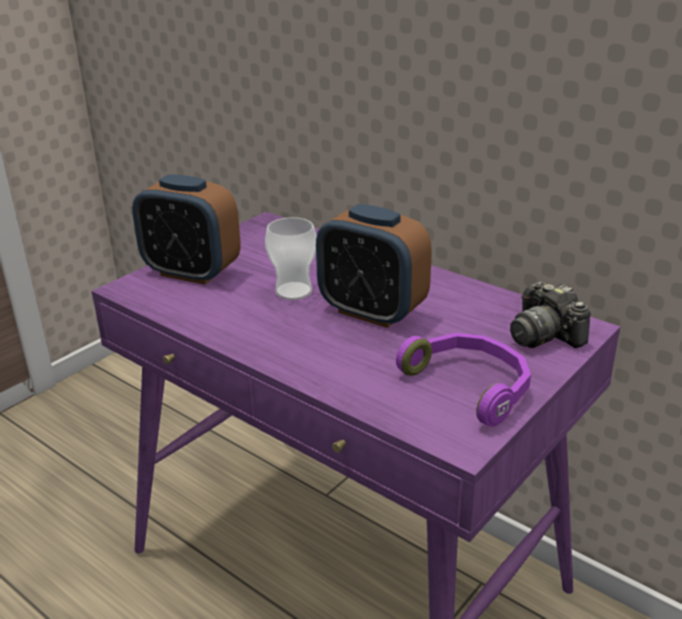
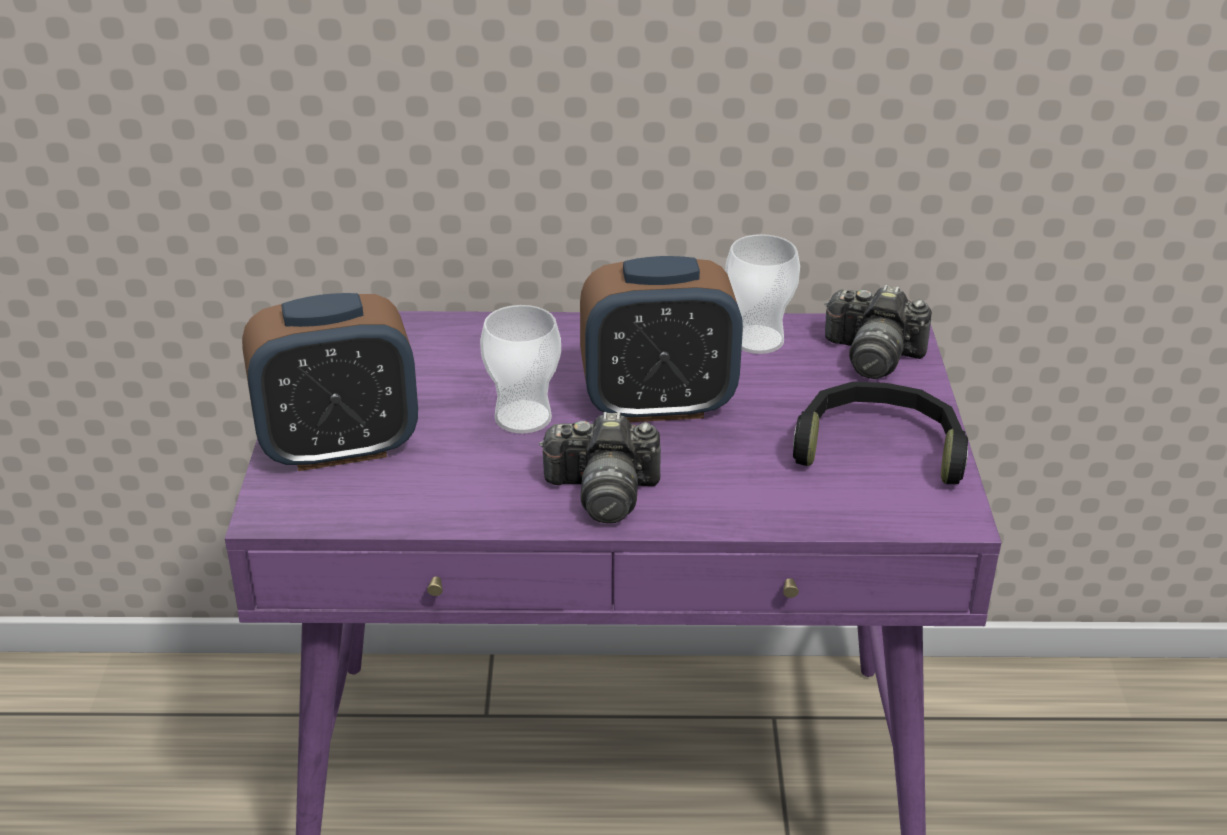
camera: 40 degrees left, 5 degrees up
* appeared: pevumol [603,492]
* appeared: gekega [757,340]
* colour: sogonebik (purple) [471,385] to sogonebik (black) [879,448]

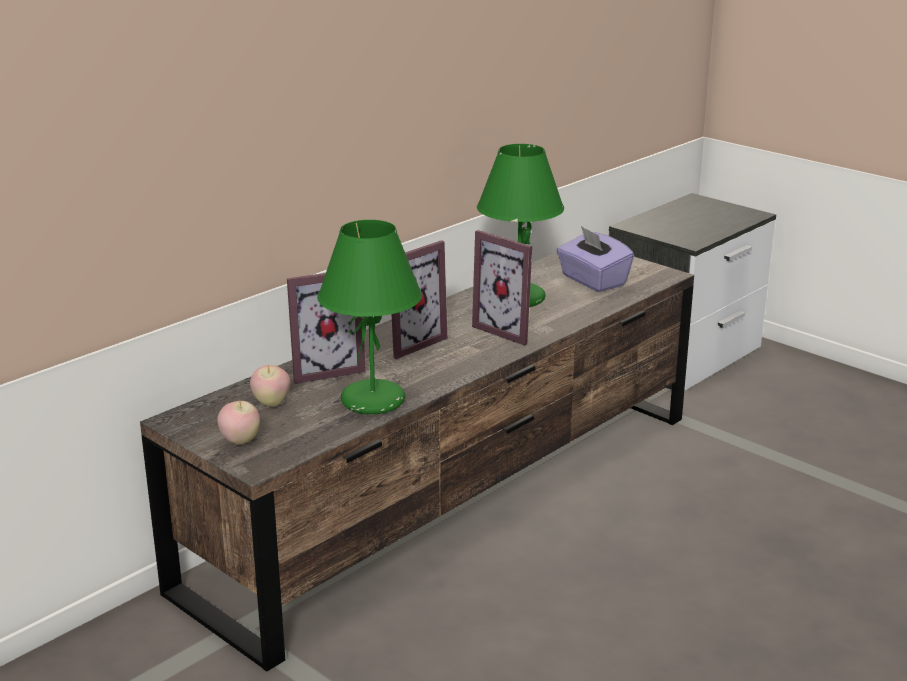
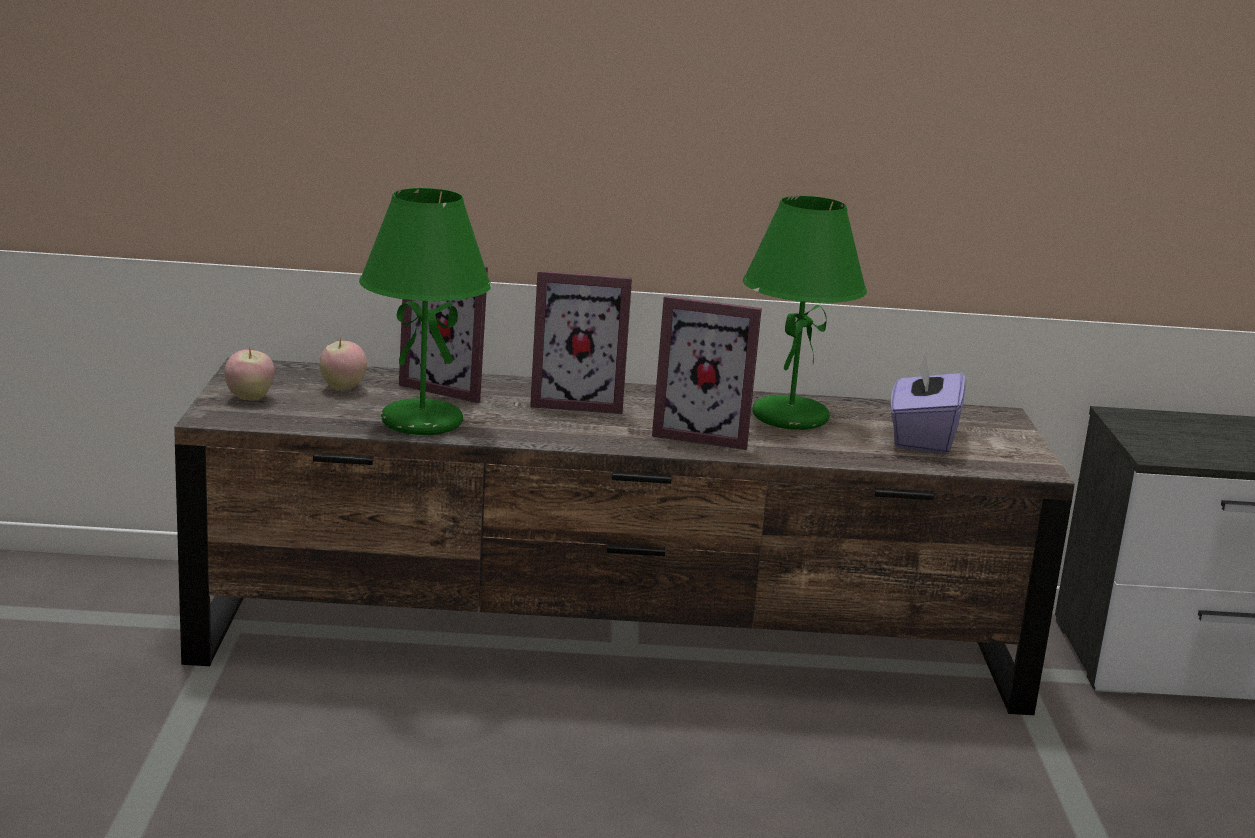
camera: 45 degrees right, 5 degrees down
* spun: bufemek [510,330] = [703,434] 75 degrees counterclockwise

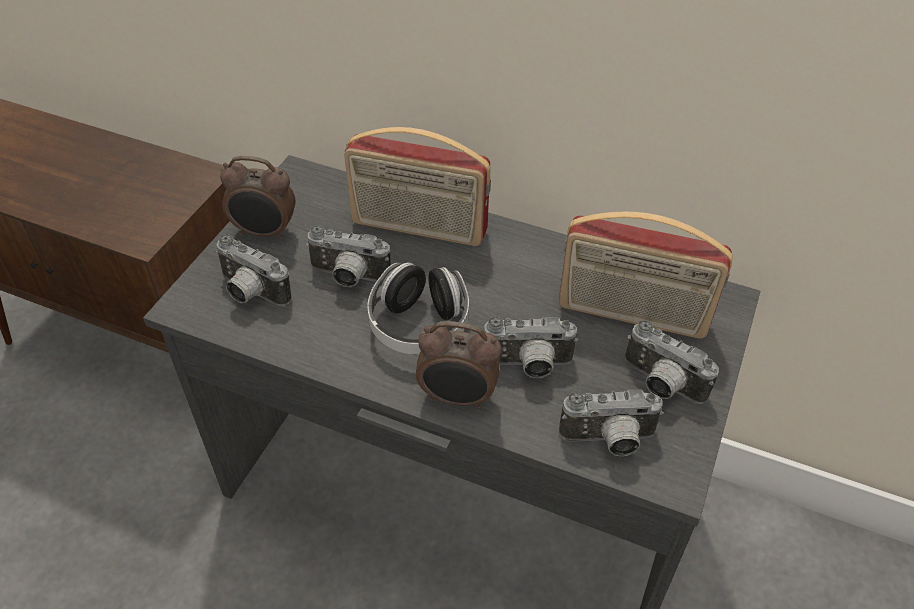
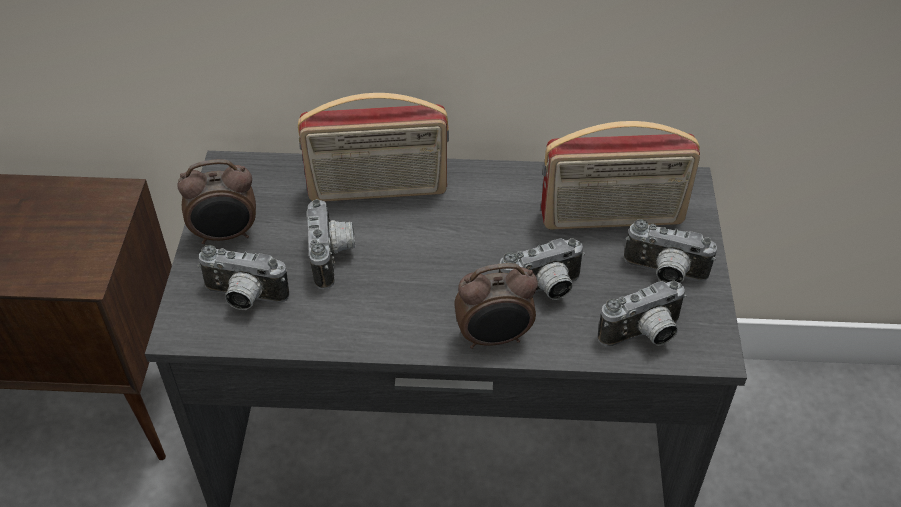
camera: 20 degrees left, 0 degrees up
* spun: pevumol [348,278] = [334,257] 90 degrees counterclockwise
* missing: sogonebik [419,326]

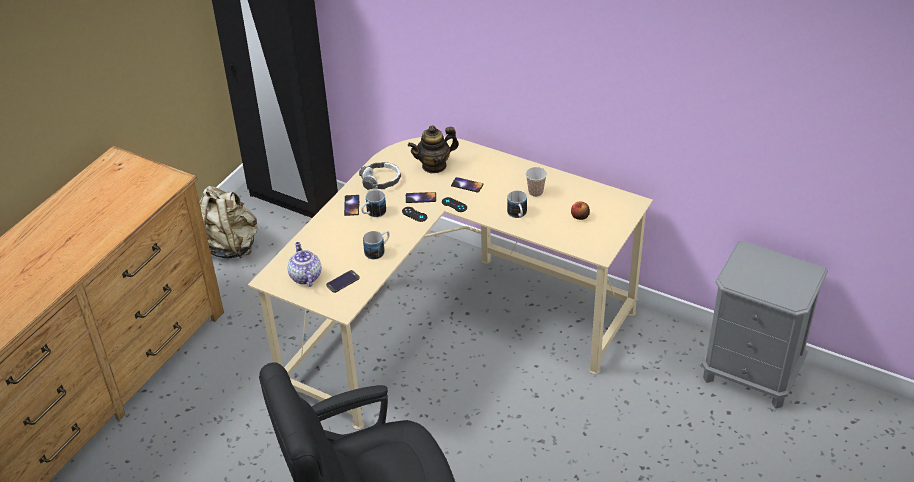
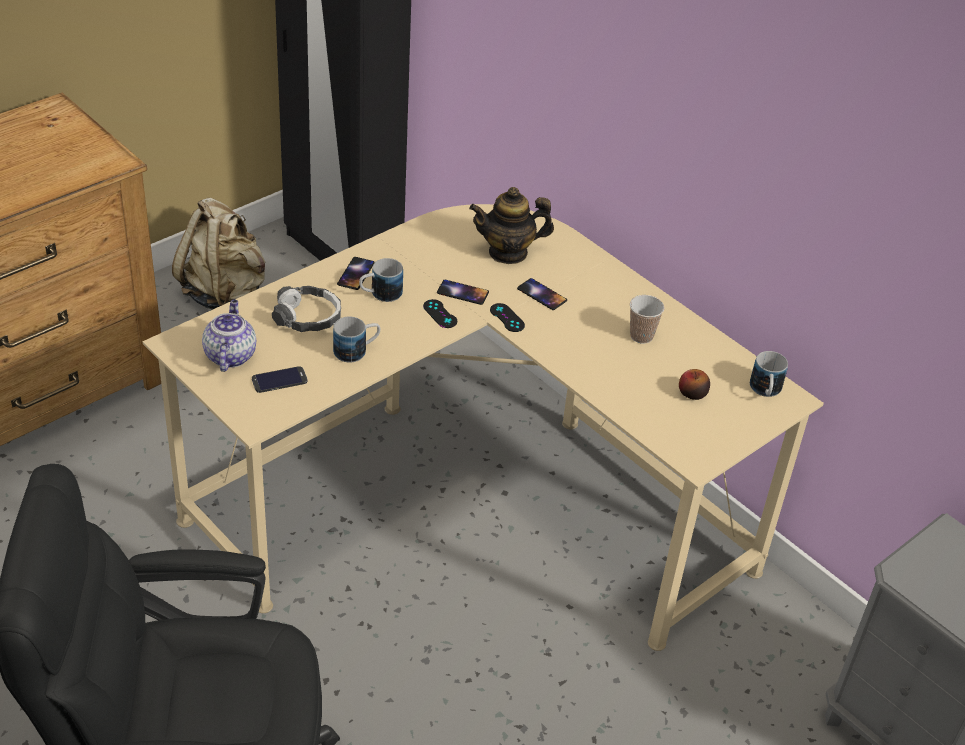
camera: 15 degrees right, 0 degrees up
* relocated: sogonebik [381,180] to [308,317]
* relocated: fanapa [518,215] to [765,391]

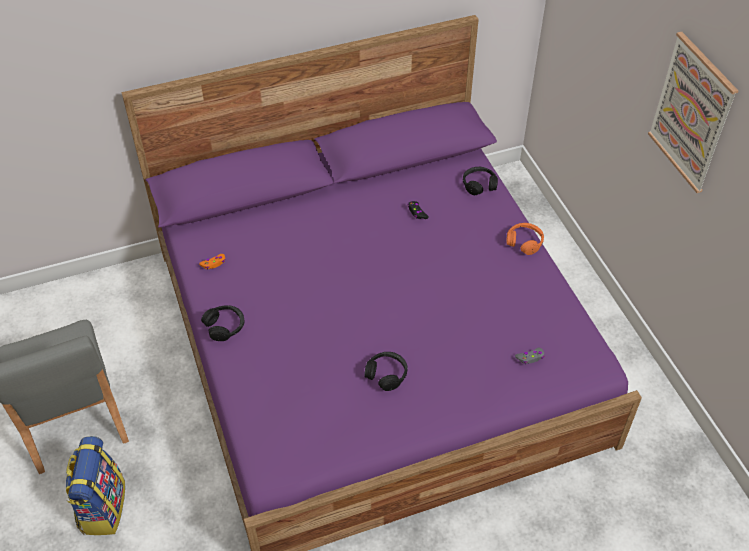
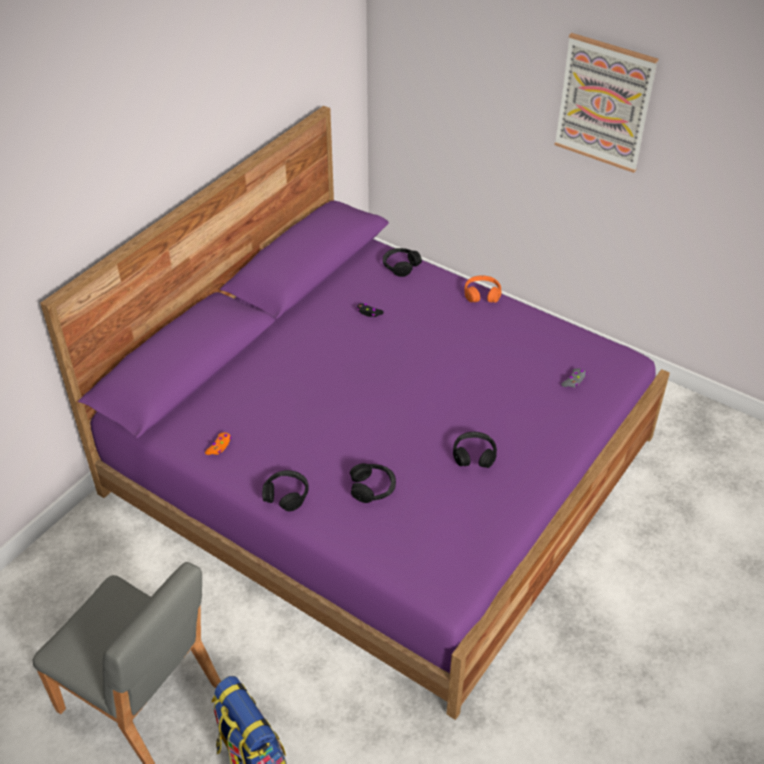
camera: 35 degrees left, 5 degrees down
* appeared: sogonebik (black) [373,488]

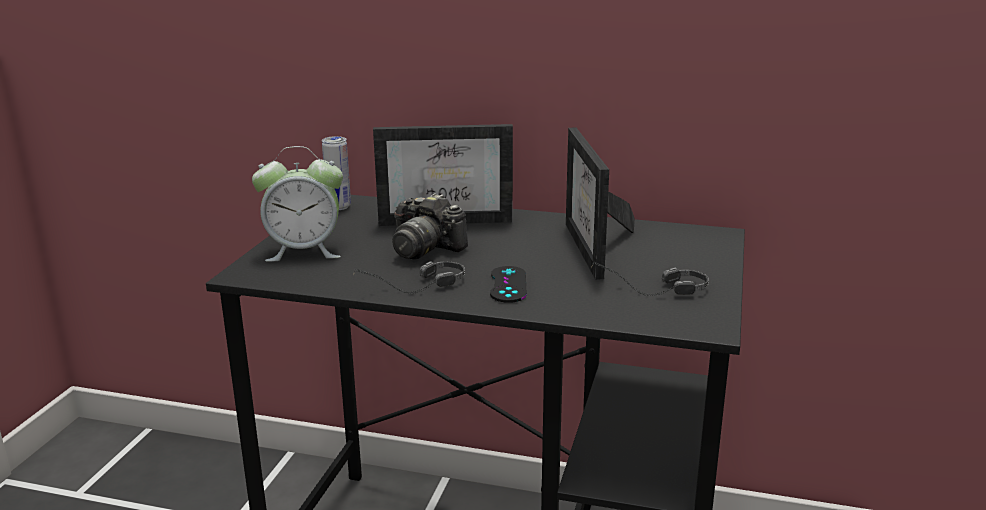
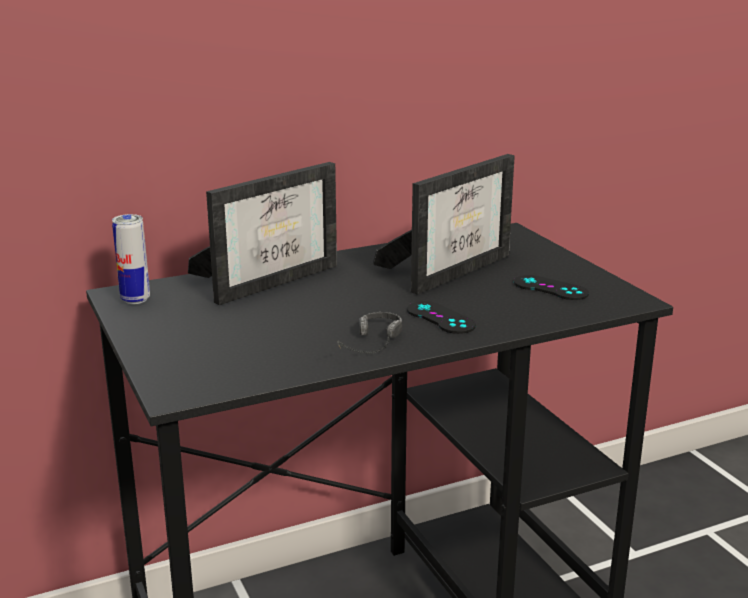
camera: 40 degrees left, 0 degrees up
* spun: bufemek [598,250] = [452,269] 90 degrees counterclockwise
* exchanged: sogonebik [651,291] to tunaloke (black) [550,288]
* missing: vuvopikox [304,251]
* missing: pevumol [425,248]

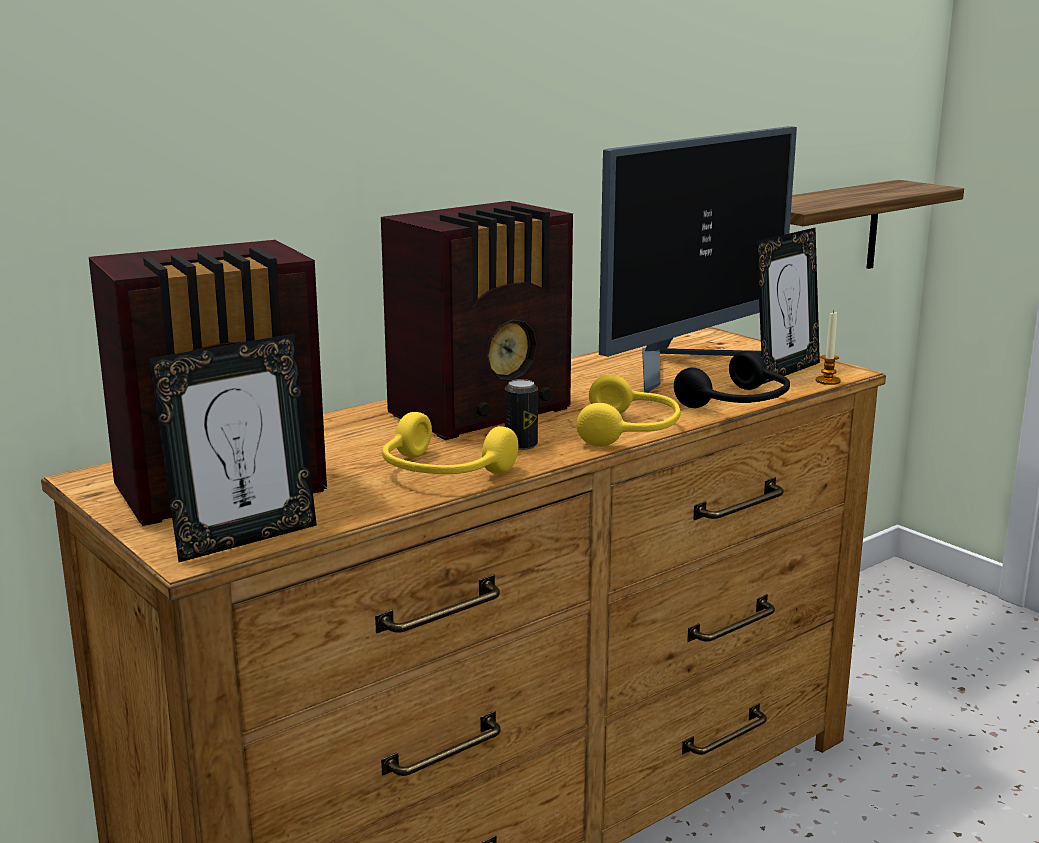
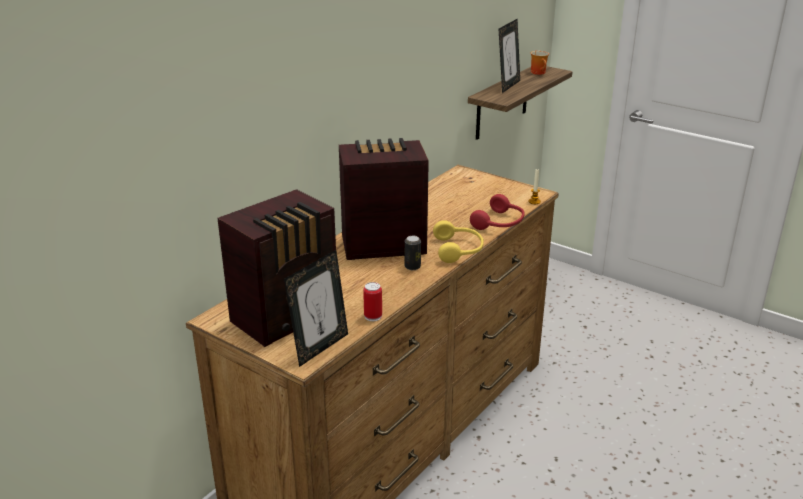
camera: 15 degrees left, 10 degrees up
* spun: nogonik [485,412] = [381,245] 135 degrees counterclockwise
* appeared: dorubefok [373,316]
* colour: sogonebik (black) [739,403] to sogonebik (red) [500,223]
* relocated: bufemek [784,371] to [507,86]
* appeared: fanapa [540,73]
* missing: sogonebik (yellow) [441,473]
* missing: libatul [688,365]

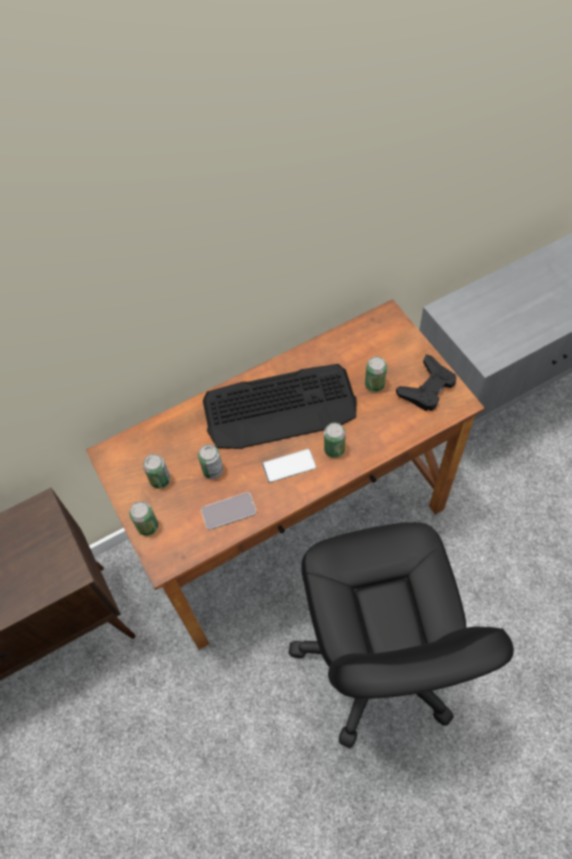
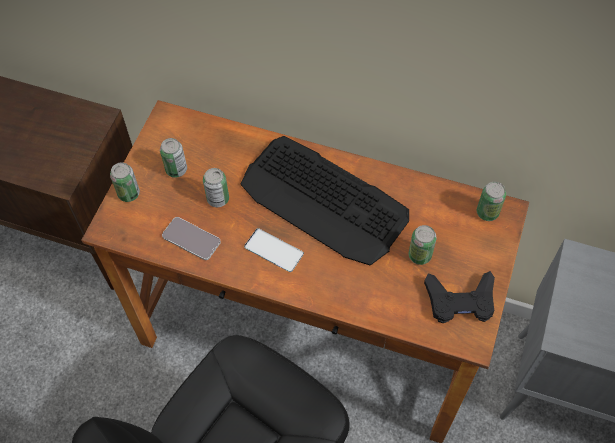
camera: 45 degrees right, 0 degrees up
* relocated: dorubefok [334,449] to [487,212]

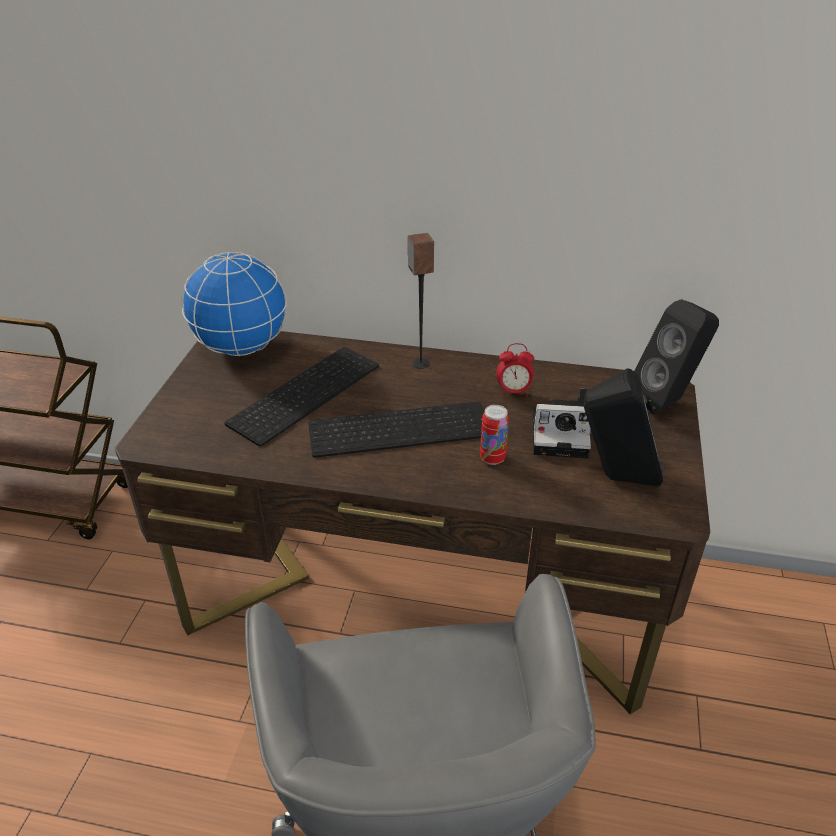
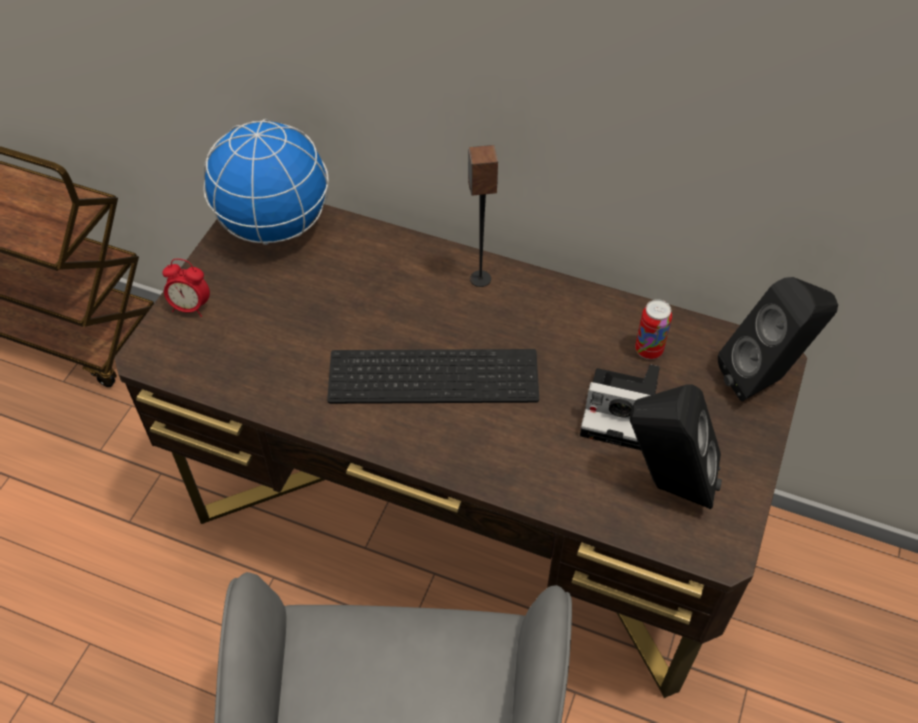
camera: 10 degrees right, 15 degrees up
* relocated: vuvopikox [513,392] to [191,307]
* relocated: dorubefok [492,458] to [648,350]
* missing: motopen [304,392]

